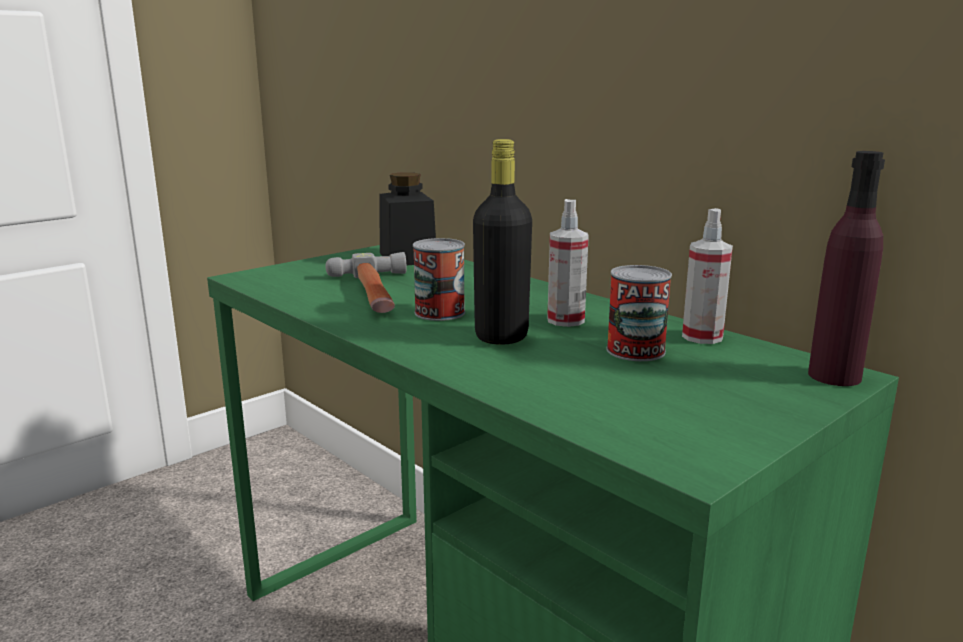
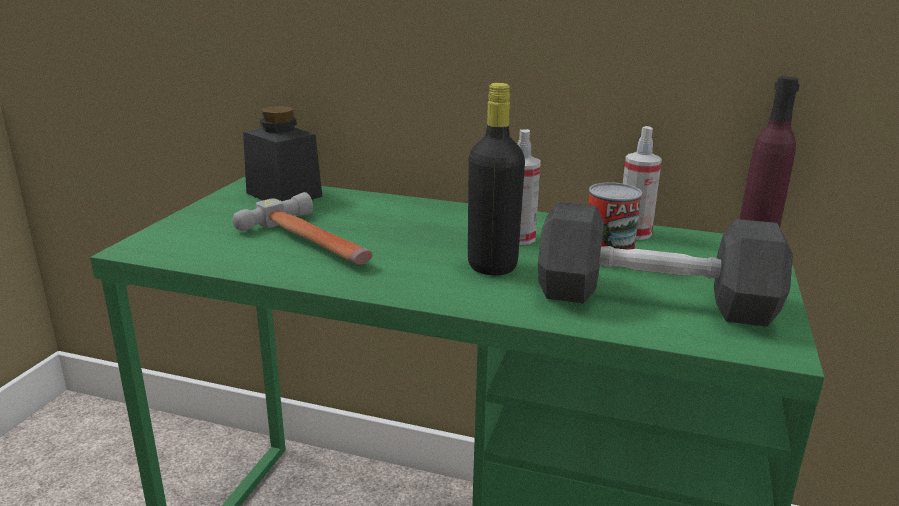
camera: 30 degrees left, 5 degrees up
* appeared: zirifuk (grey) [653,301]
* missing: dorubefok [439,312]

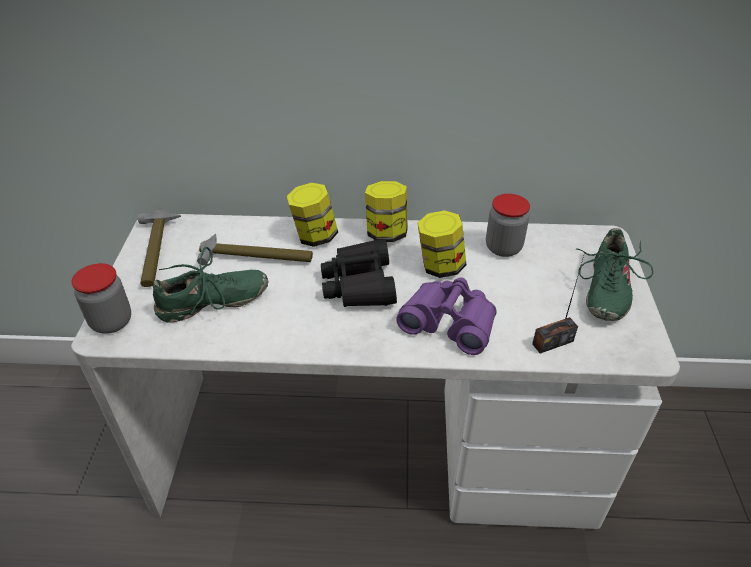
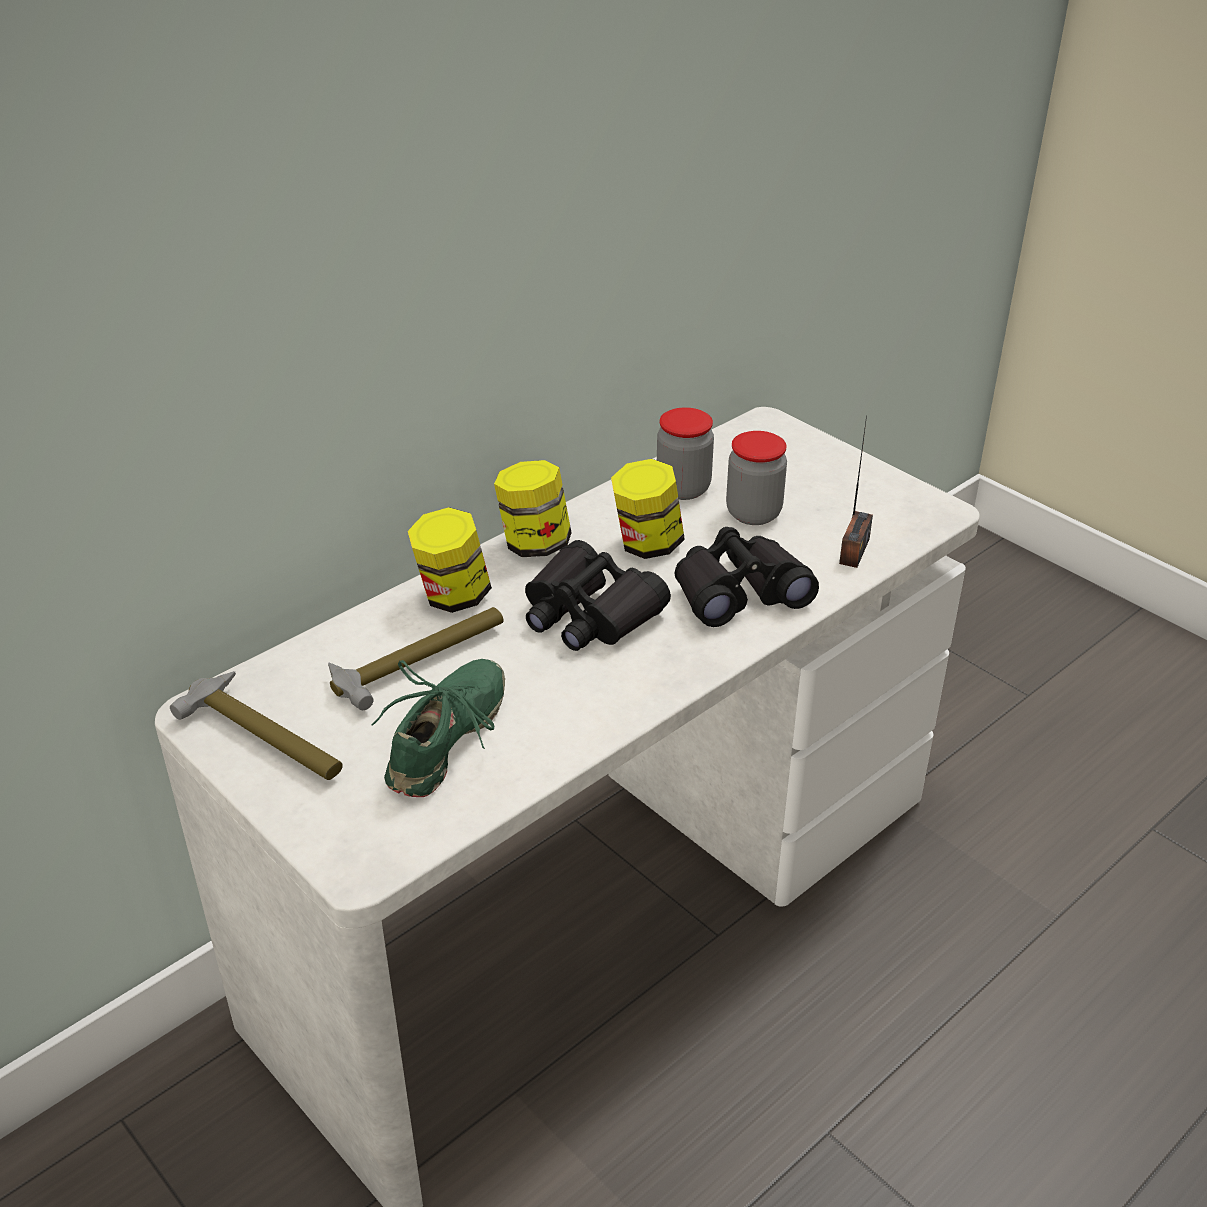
camera: 45 degrees left, 5 degrees down
* colour: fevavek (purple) [449,322] to fevavek (black) [738,592]
* relocated: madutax [111,322] to [753,513]
* missing: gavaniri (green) [605,290]

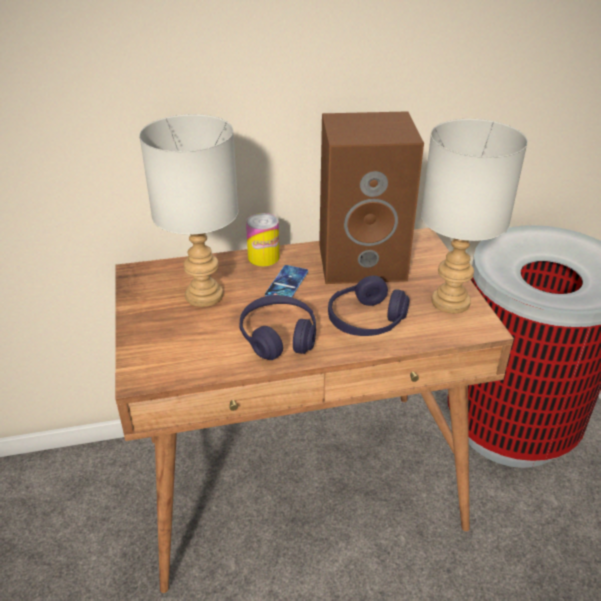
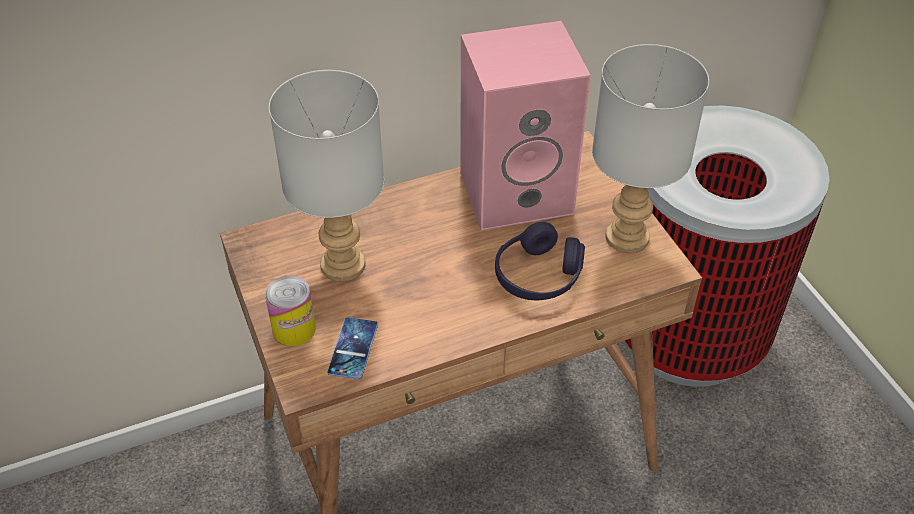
camera: 10 degrees left, 10 degrees up
* relocated: dorubefok [263,257] to [294,329]
* relocated: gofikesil [287,283] to [353,348]
* colour: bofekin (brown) [363,261] to bofekin (pink) [518,191]
* missing: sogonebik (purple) [278,337]

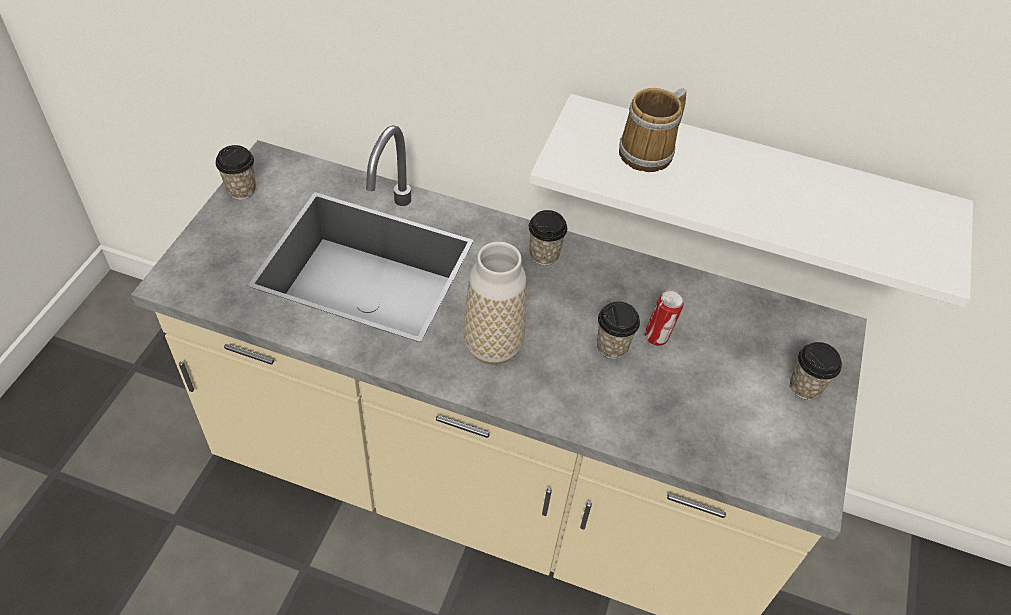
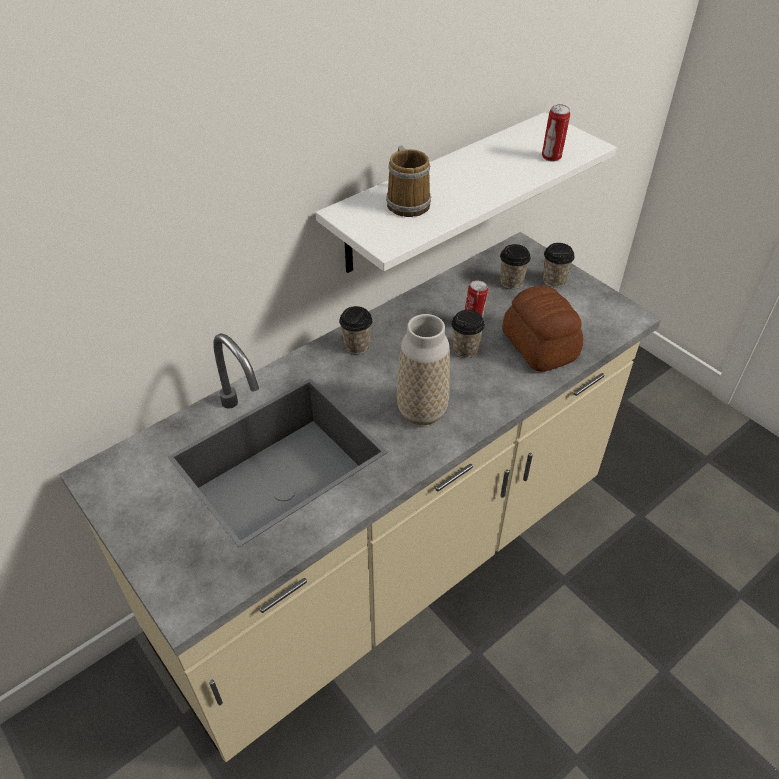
camera: 55 degrees left, 5 degrees down
* relocated: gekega [241,190] to [511,282]
* appeared: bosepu [539,346]
* appeared: dorubefok [551,157]

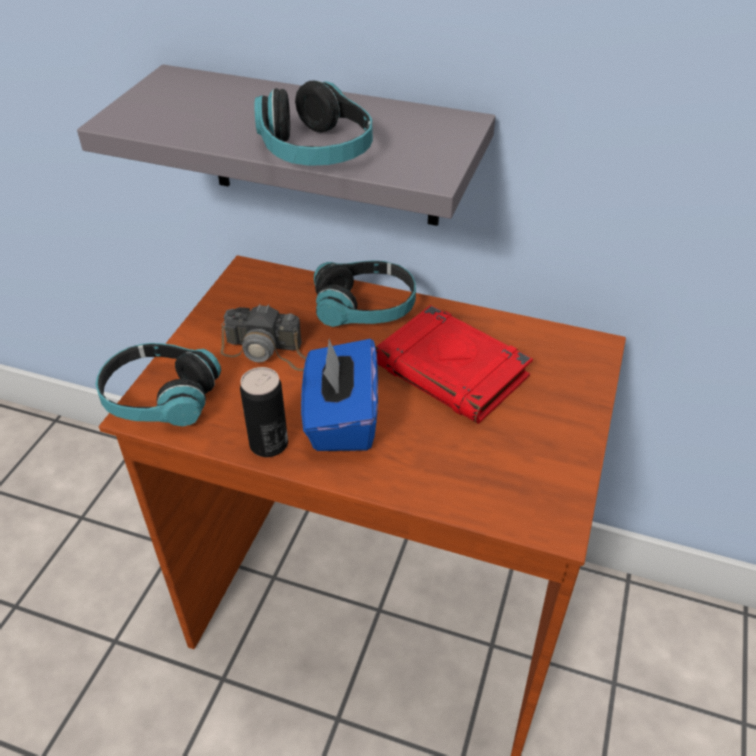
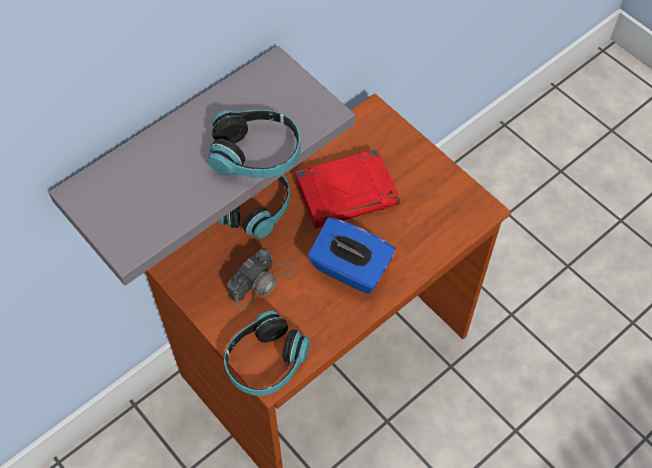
camera: 60 degrees left, 15 degrees up
* missing: dorubefok [269,444]

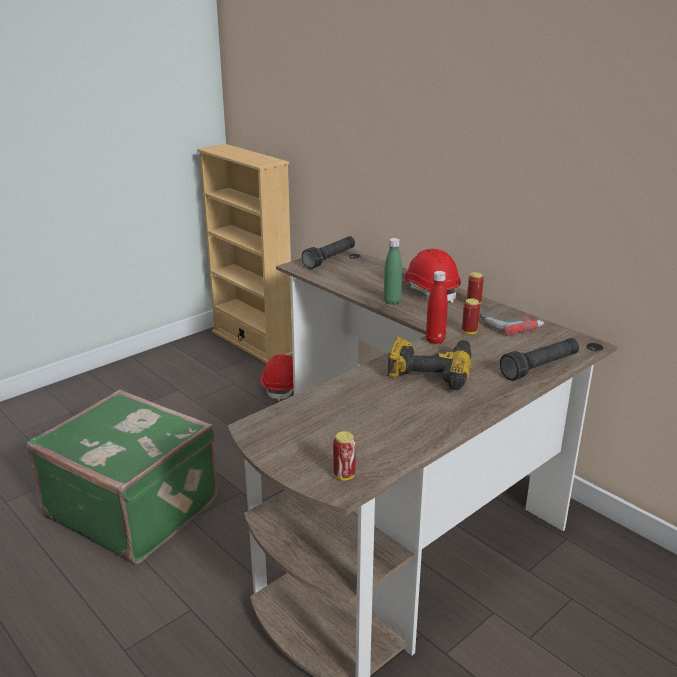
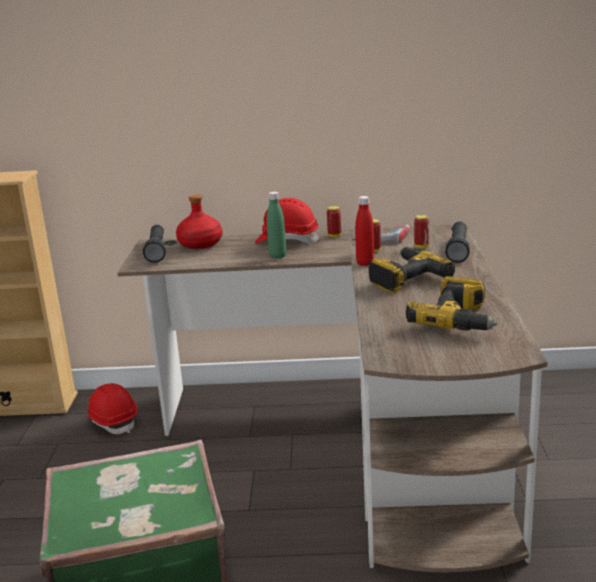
camera: 45 degrees left, 5 degrees down
* appeared: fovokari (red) [199,244]
* appeared: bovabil [459,320]
* relocated: dorubefok [344,476] to [421,246]

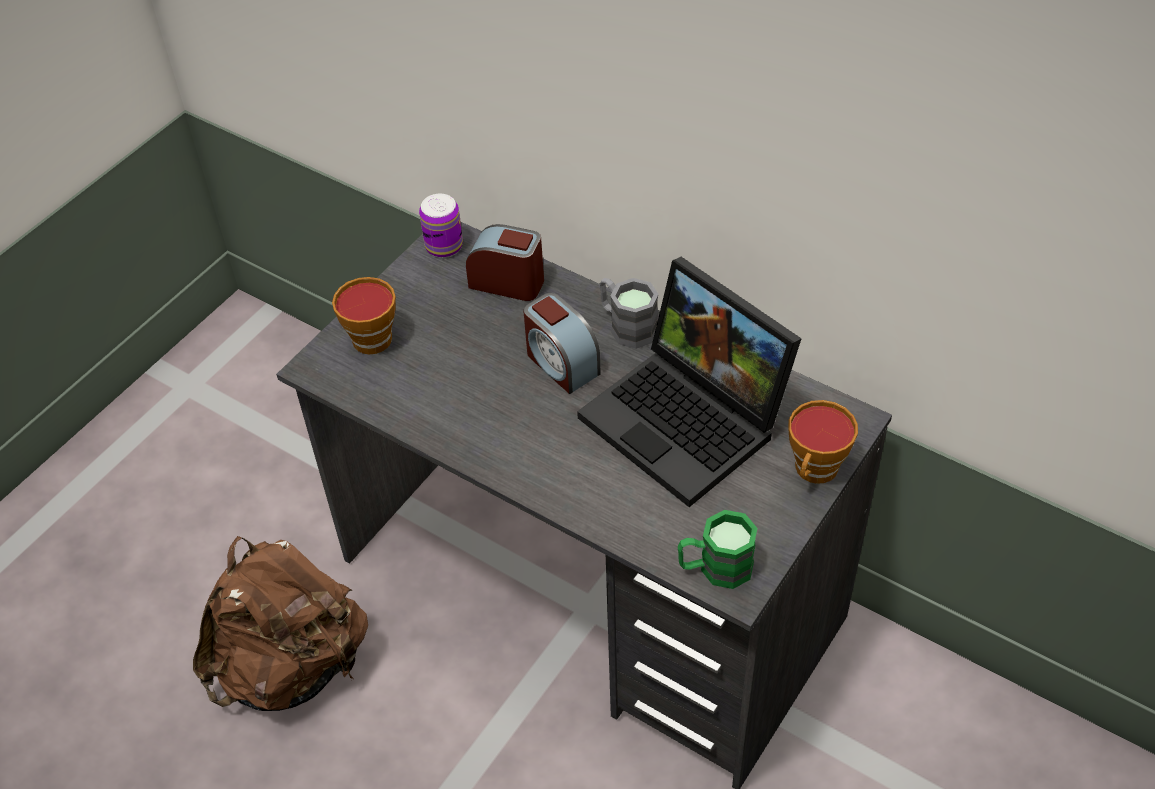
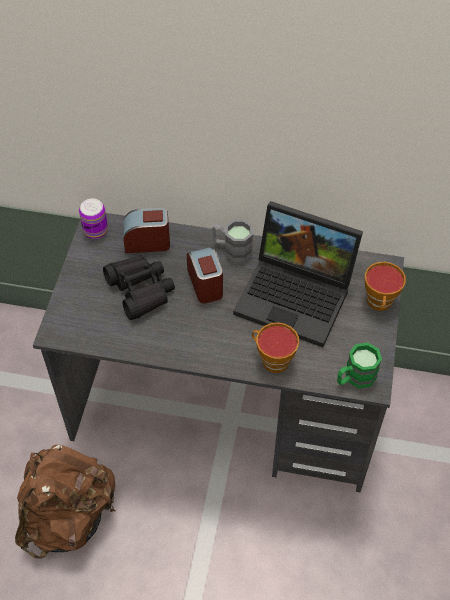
camera: 25 degrees left, 5 degrees up
* appeared: fevavek (black) [140,290]
* spun: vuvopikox [561,363] = [206,283] 135 degrees counterclockwise
* relocated: gekega [369,336] to [272,360]

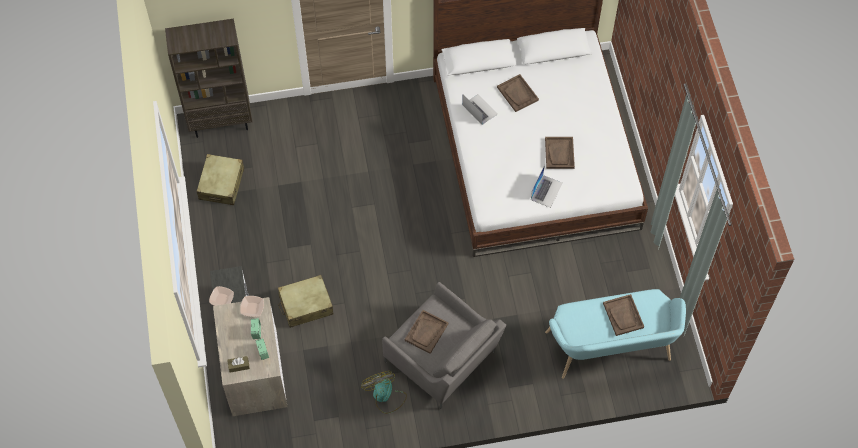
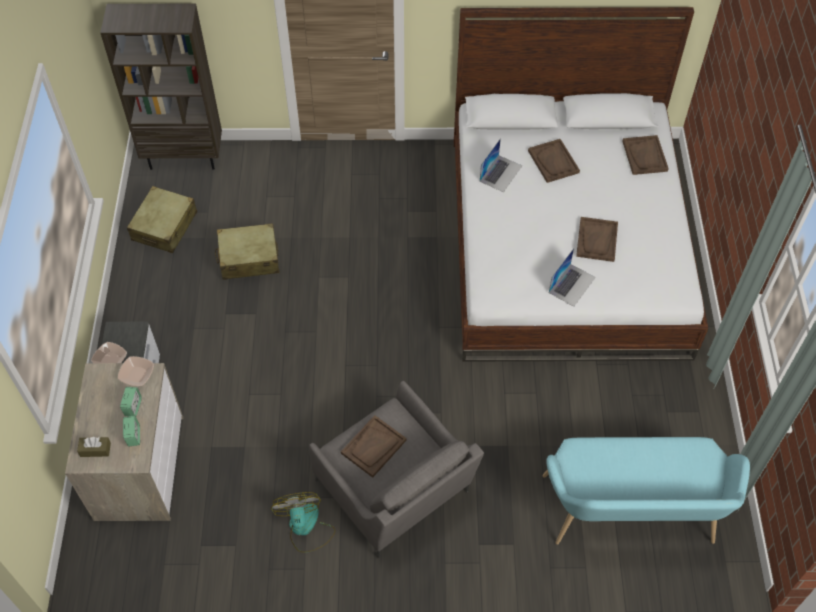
camera: 10 degrees right, 5 degrees down
* relocated: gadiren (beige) [305,305] to [249,258]
* spun: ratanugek [479,109] = [500,173] 60 degrees clockwise
* relocated: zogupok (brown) [623,315] to [645,156]

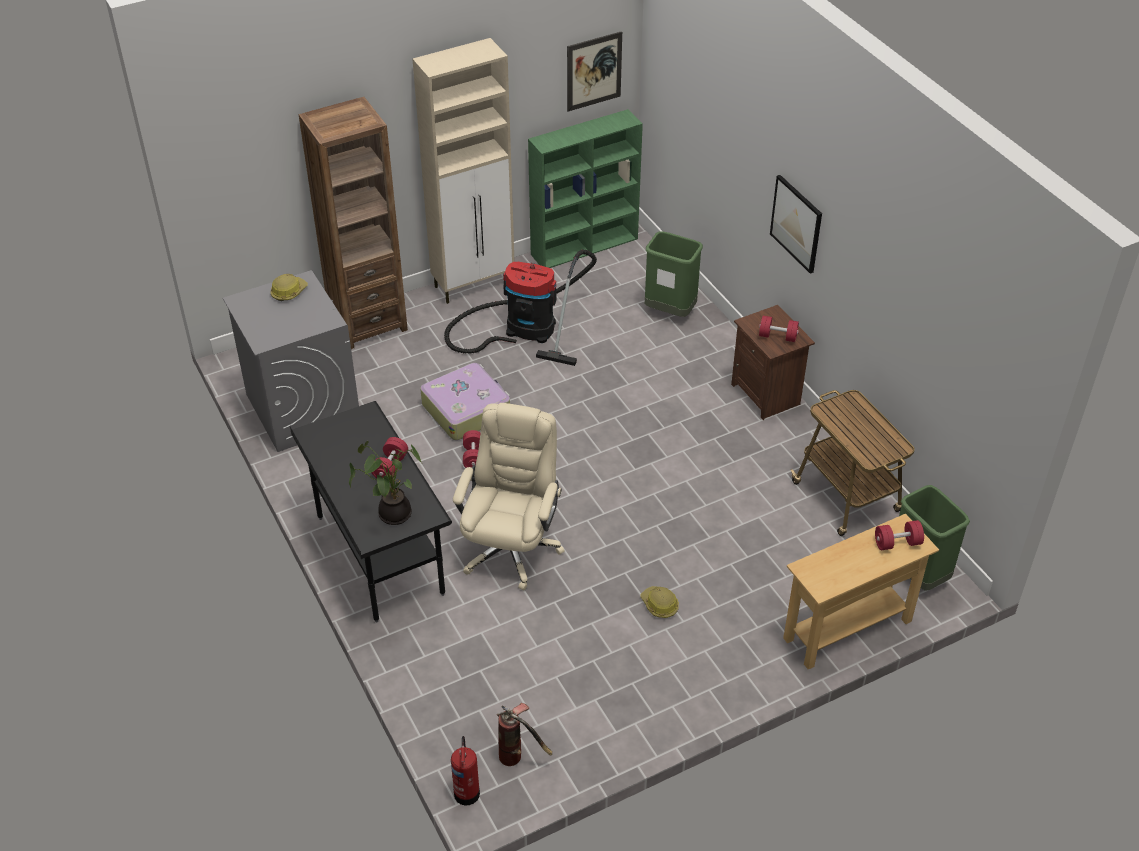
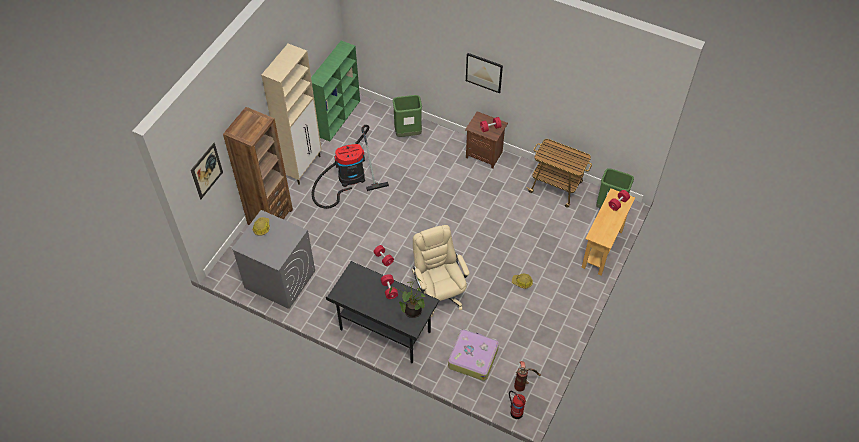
camera: 35 degrees left, 10 degrees up
* relocated: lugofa [594,71] to [207,171]
* relocated: gadiren [466,409] to [473,357]

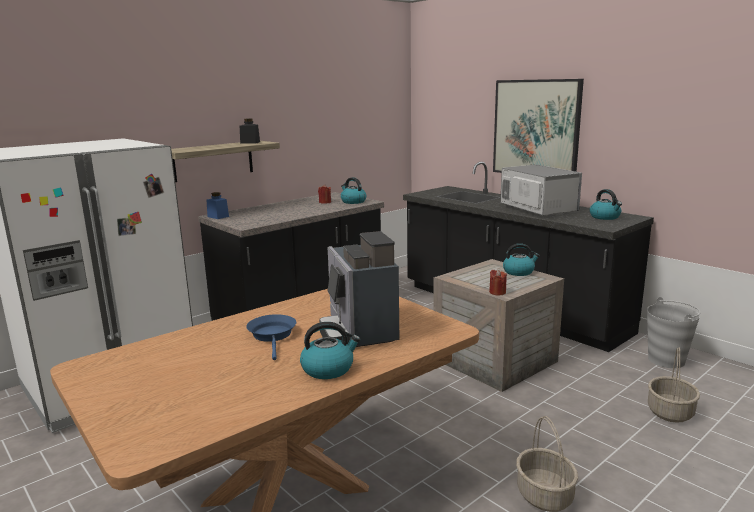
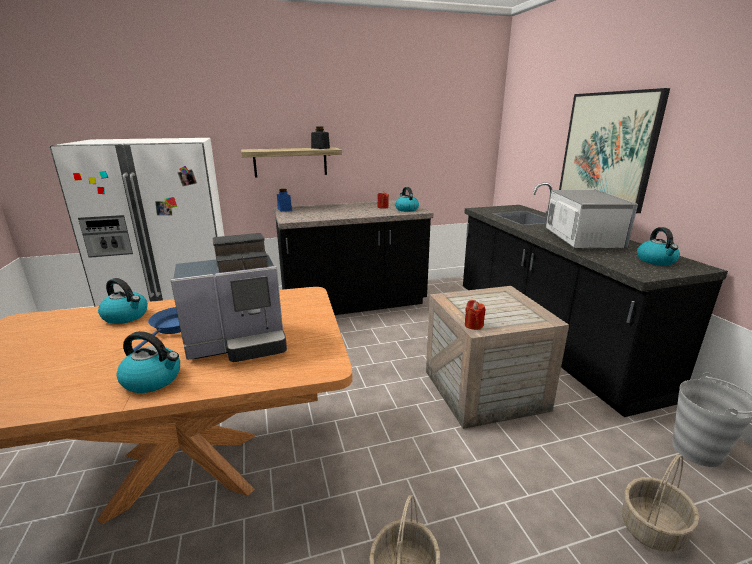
camera: 25 degrees right, 5 degrees up
* relocated: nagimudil [519,272] to [126,316]
* spun: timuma [358,332] = [240,343] 120 degrees counterclockwise

